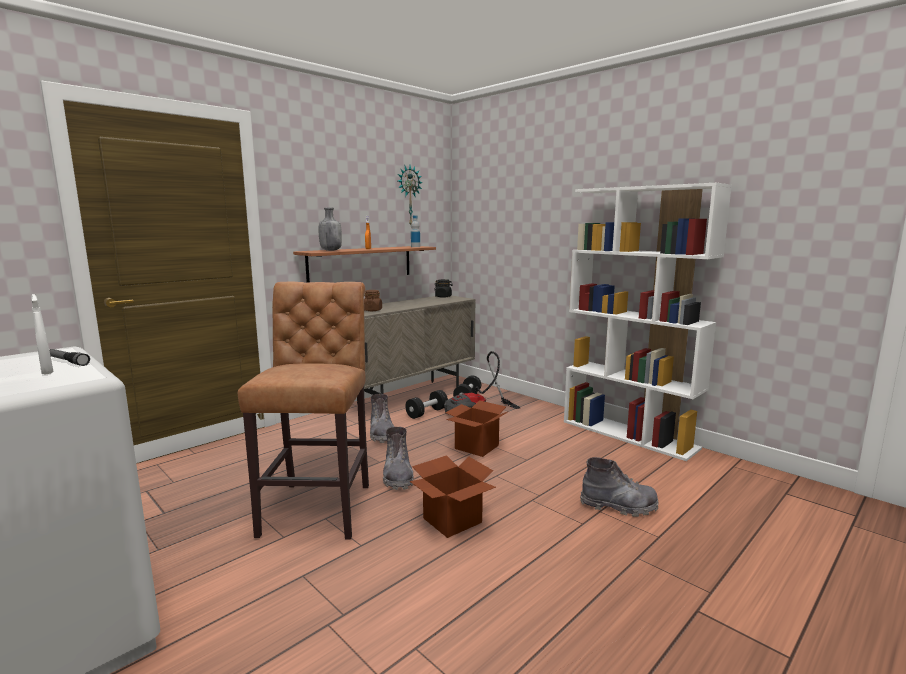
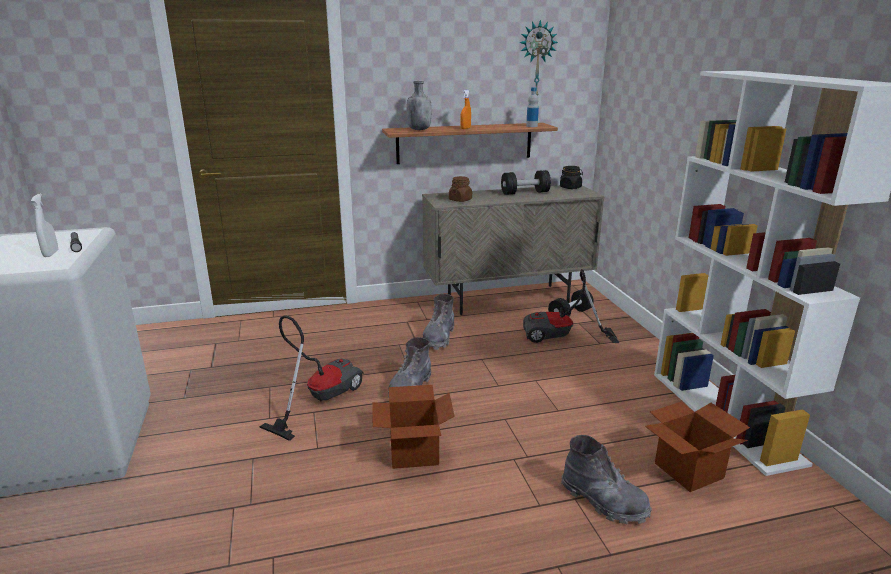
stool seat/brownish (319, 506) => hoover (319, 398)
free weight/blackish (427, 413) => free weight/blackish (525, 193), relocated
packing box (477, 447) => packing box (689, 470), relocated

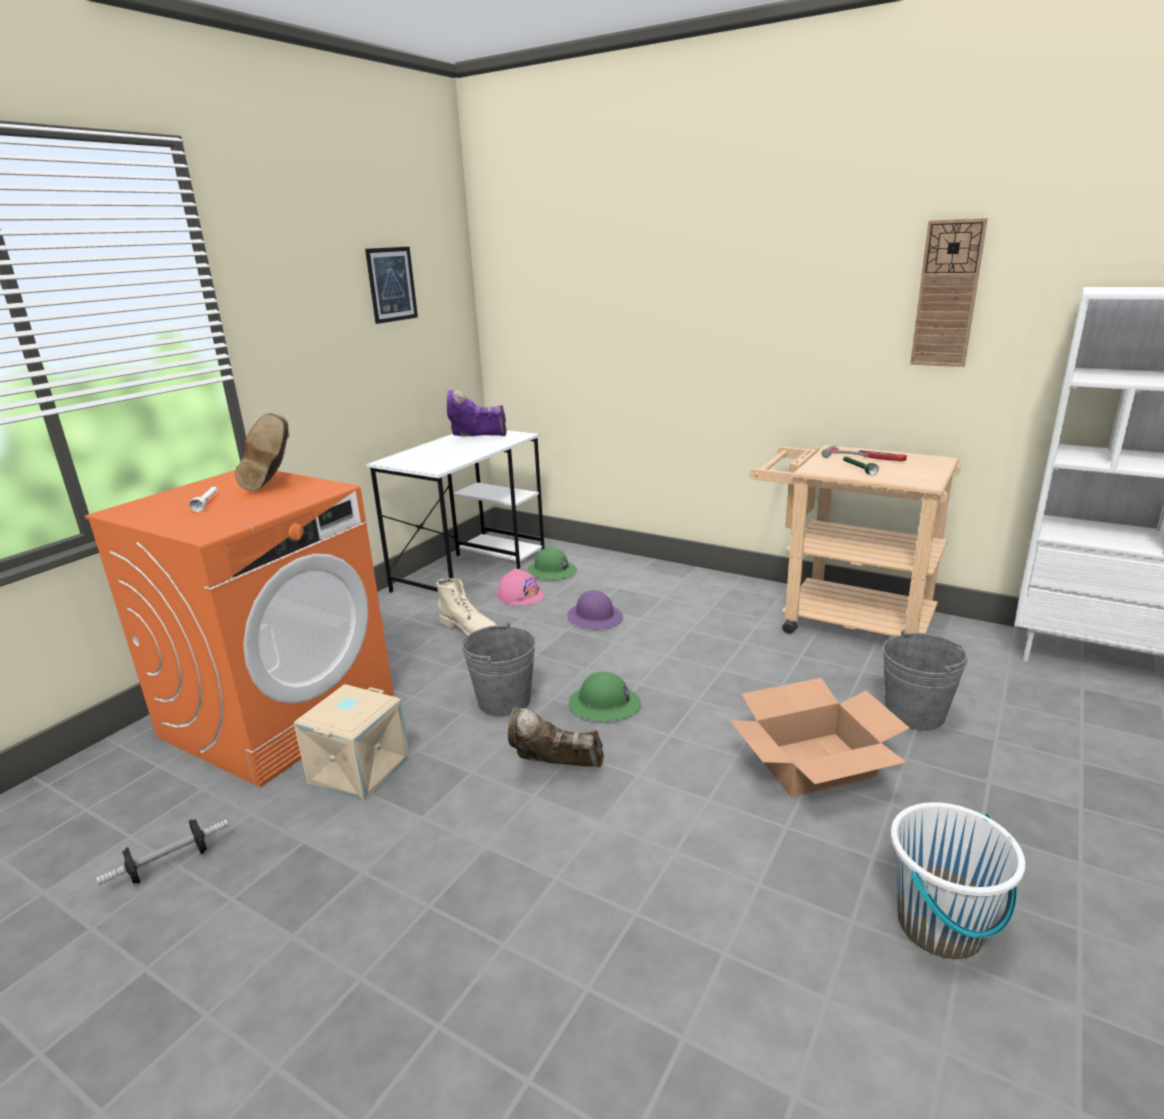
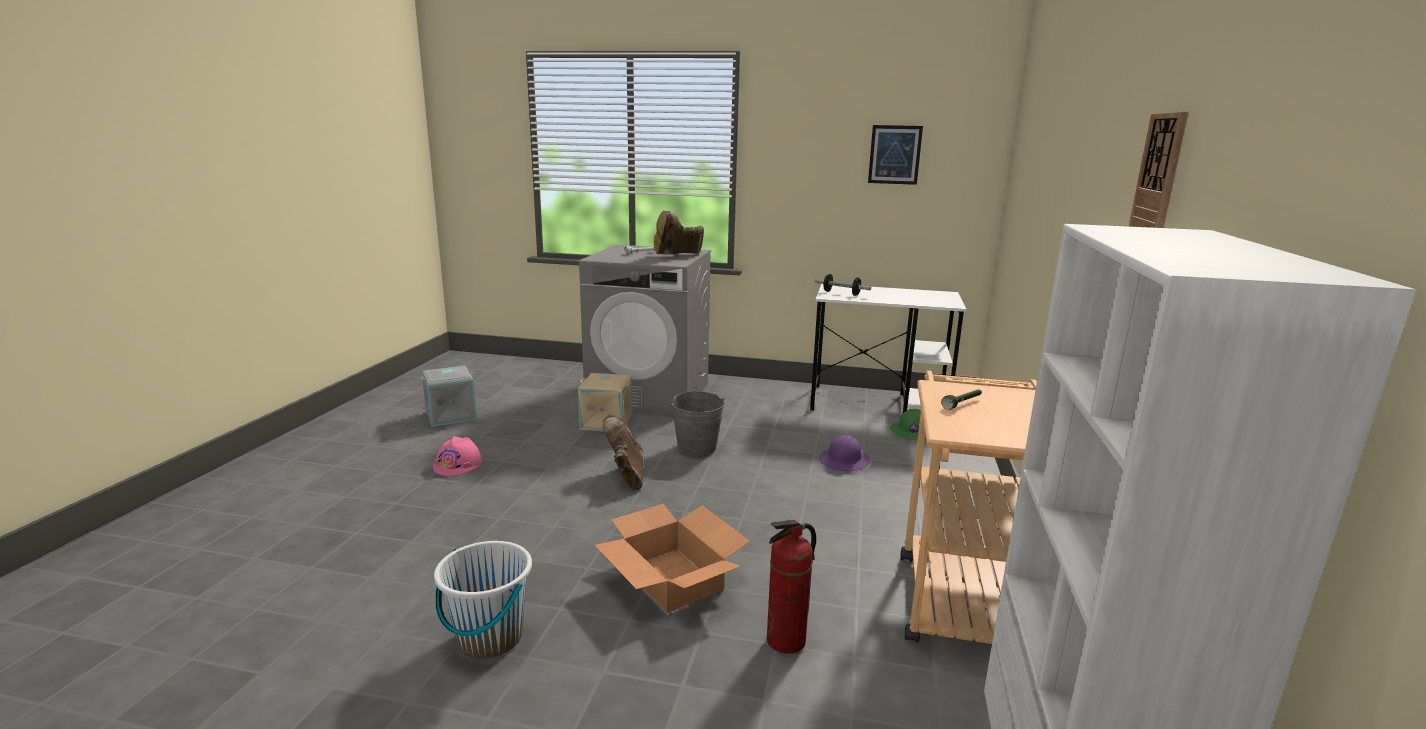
laundry appliance/orangey (280, 714) => laundry appliance/gray (650, 393)
free weight (169, 864) => free weight (841, 293), relocated
high-top boot/beige-coloured (471, 629) => nothing
high-top boot/purple-coloured (476, 439) => nothing
hard hat/pink (520, 595) => hard hat/pink (458, 464), relocated
hard hat/greenish (604, 705) => nothing
hand hammer (864, 457) => nothing
pail/gray (914, 714) => extinguisher (786, 641)
nothing => storage box/gray (451, 415)

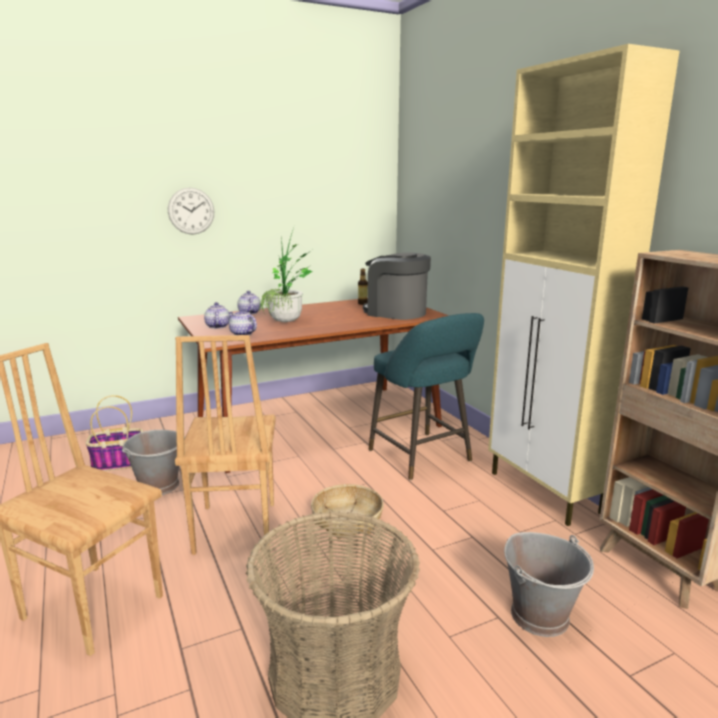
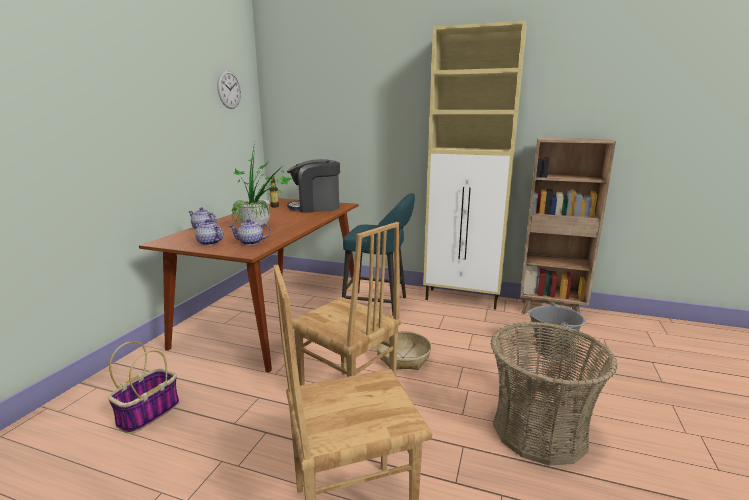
pail/gray (159, 485) => nothing
clock on the wall (191, 211) => clock on the wall (229, 89), relocated

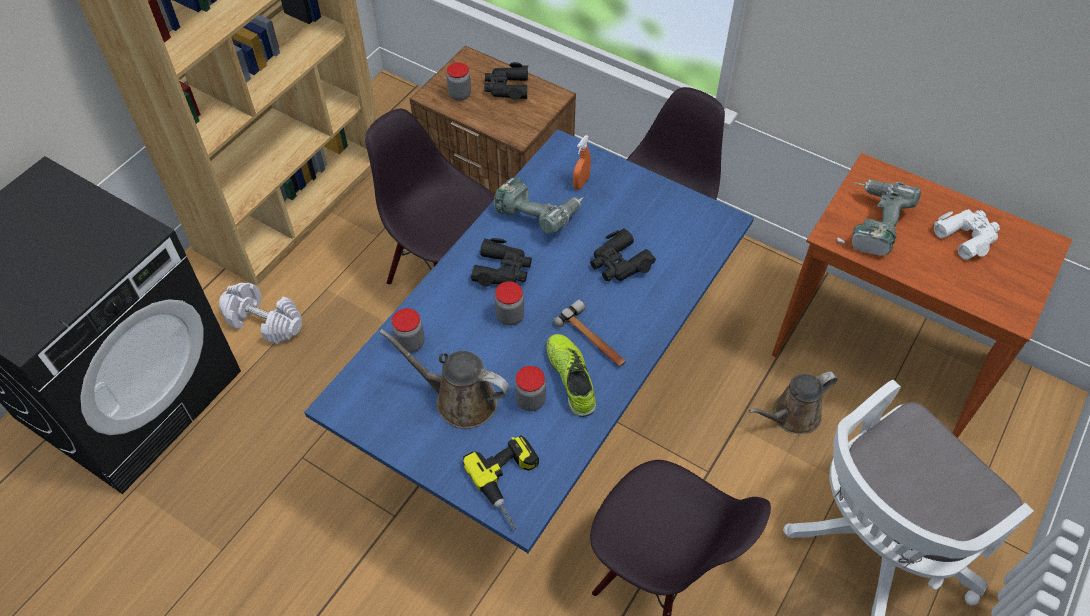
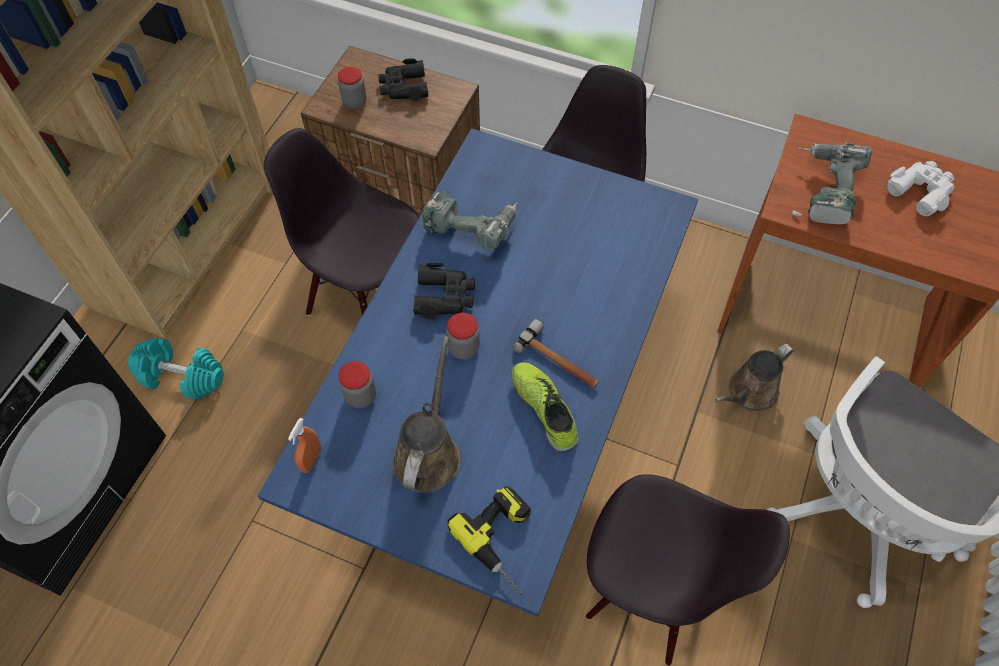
free weight/whitish (265, 321) => free weight/blue-green (182, 376)
sprinkling can/brownish (460, 399) => sprinkling can/brownish (428, 453), 90 degrees clockwise
jar (530, 400) => nothing
hand sprayer/orangey (581, 183) => hand sprayer/orangey (311, 460), relocated
pair of binoculars/blackish (619, 263) => nothing

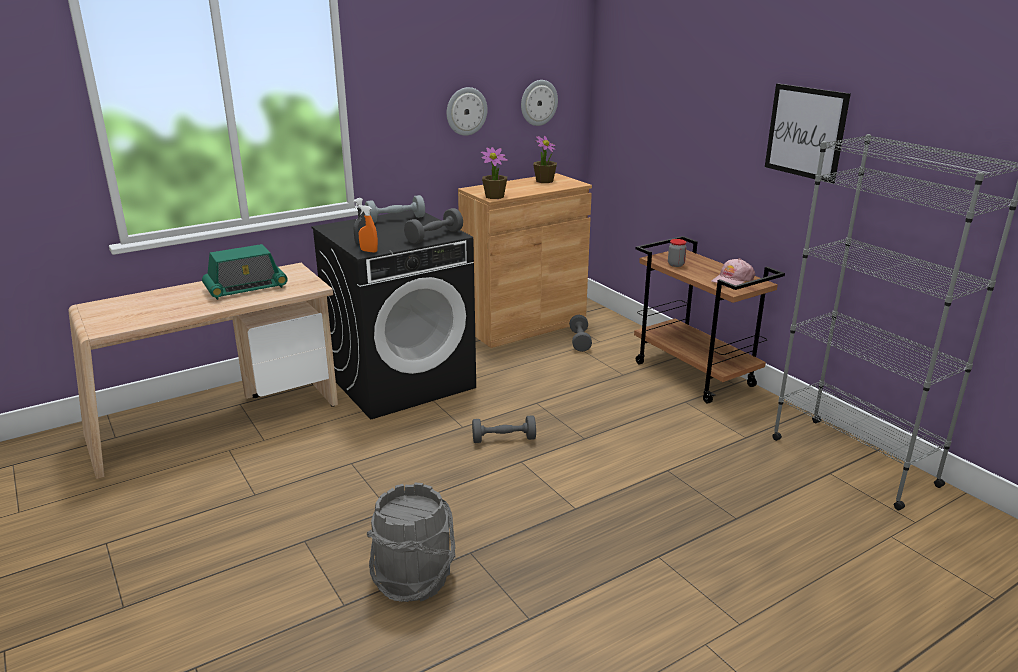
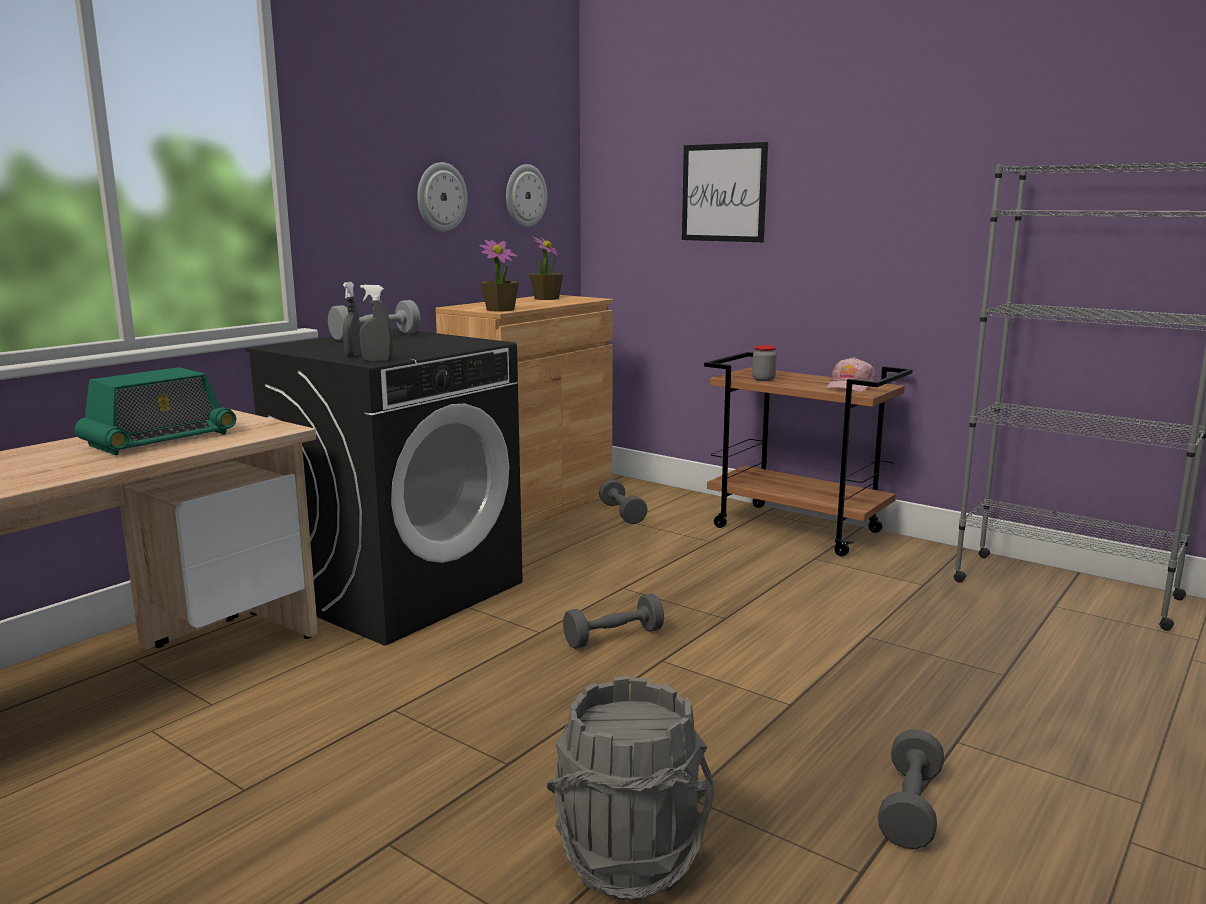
hand sprayer/orangey (369, 251) => hand sprayer/gray (377, 360)
free weight/gray (434, 237) => free weight/gray (910, 808), relocated
wall art (805, 132) => wall art (724, 193), relocated

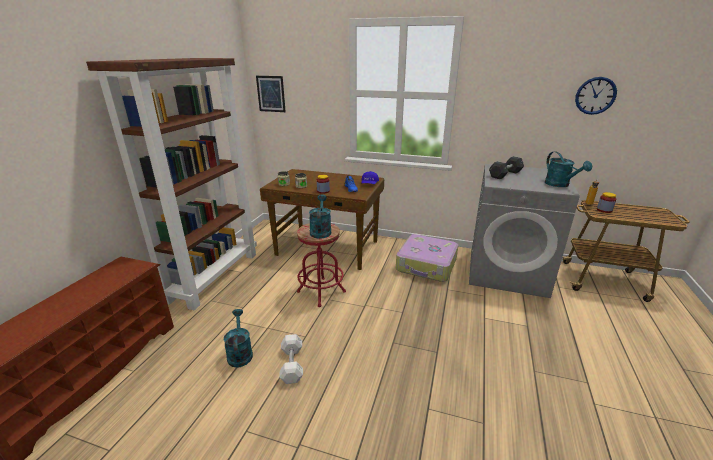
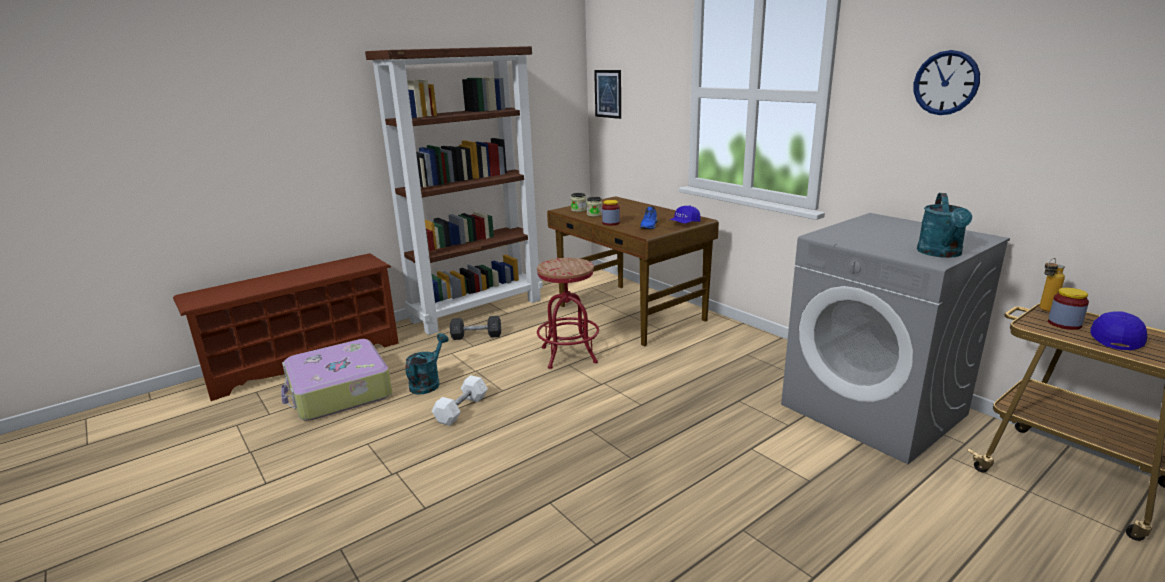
sprinkling can/blue-green (320, 231) => nothing
piece of luggage (426, 265) => piece of luggage (339, 392), relocated
free weight/gray (505, 174) => free weight/gray (476, 336), relocated
clock on the wall (595, 95) => clock on the wall (946, 83), relocated
nothing => peaked cap/blue-coloured (1114, 338)

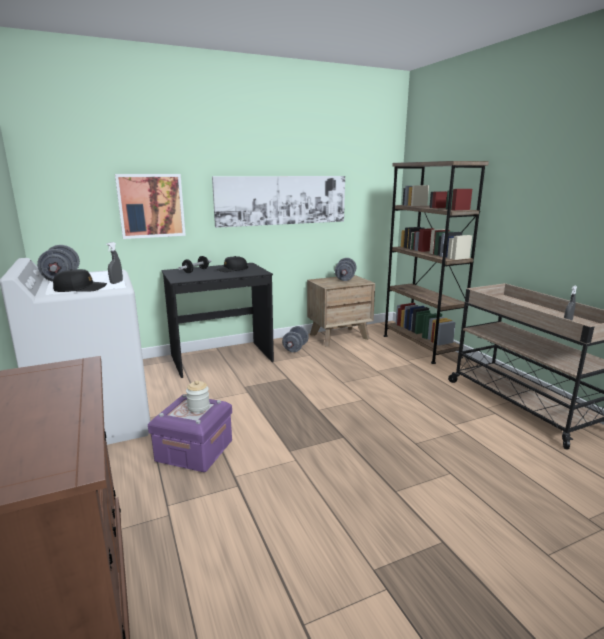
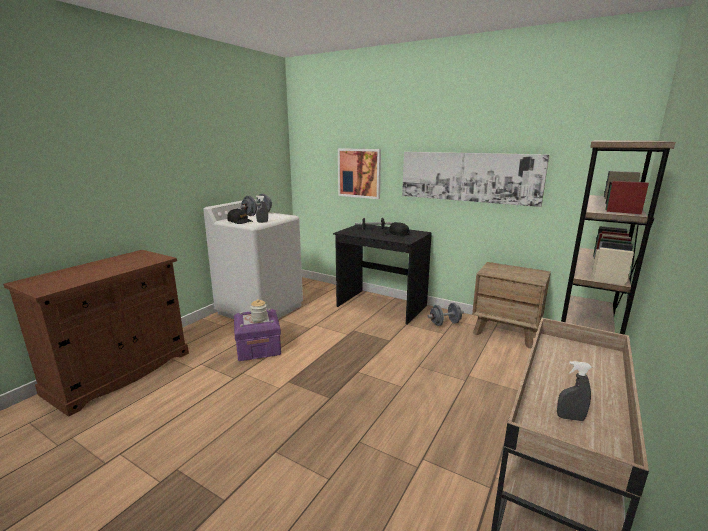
free weight/gray (345, 278) => nothing

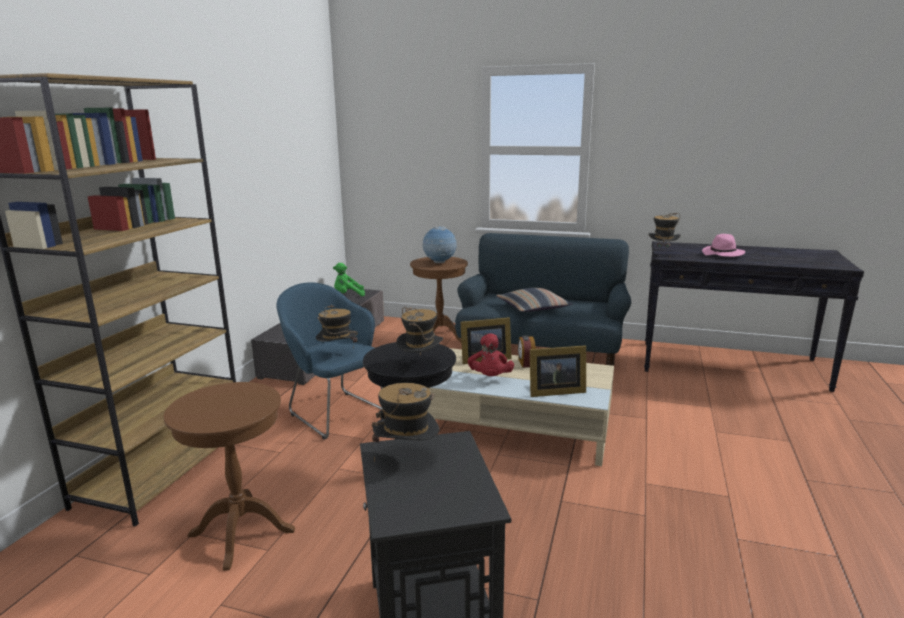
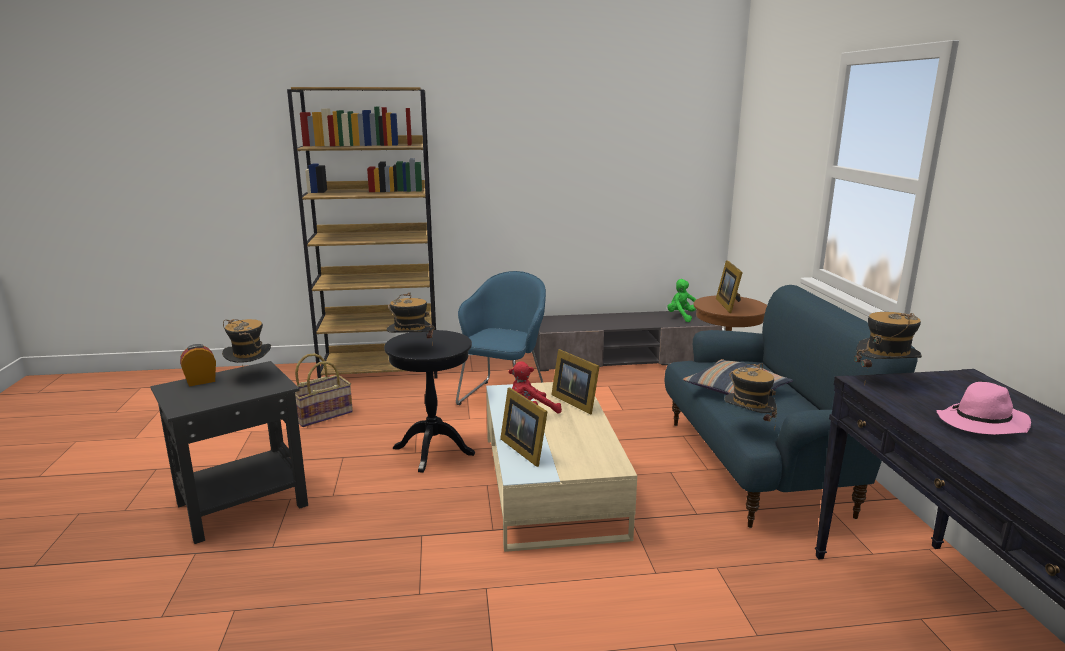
accent table/brownish (242, 533) => basket (322, 414)
wearable hat (337, 354) => wearable hat (747, 426), relocated
globe (439, 263) => photo frame (729, 305)
bedside clock (526, 363) => bedside clock (201, 381), relocated

